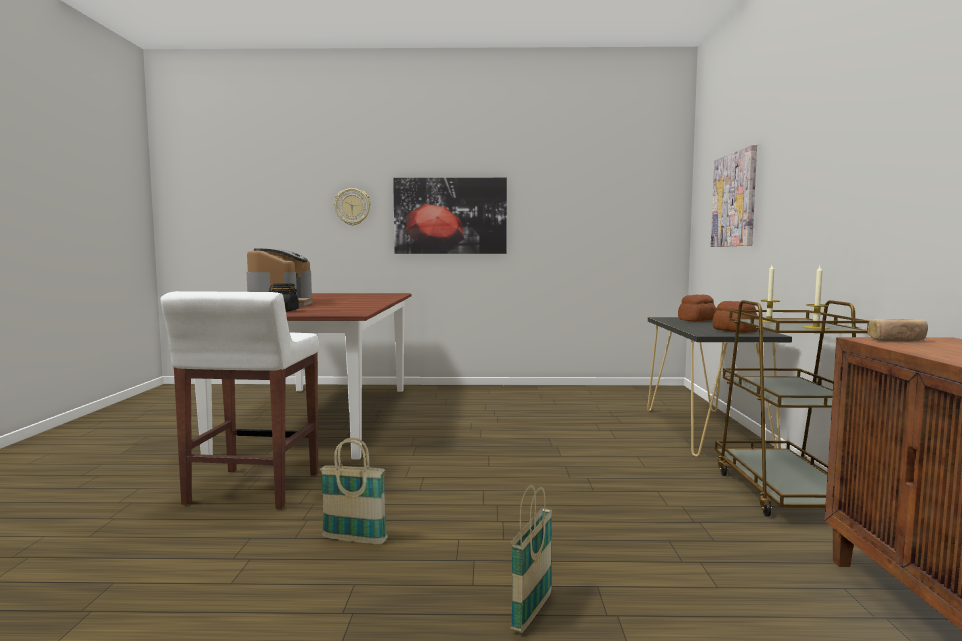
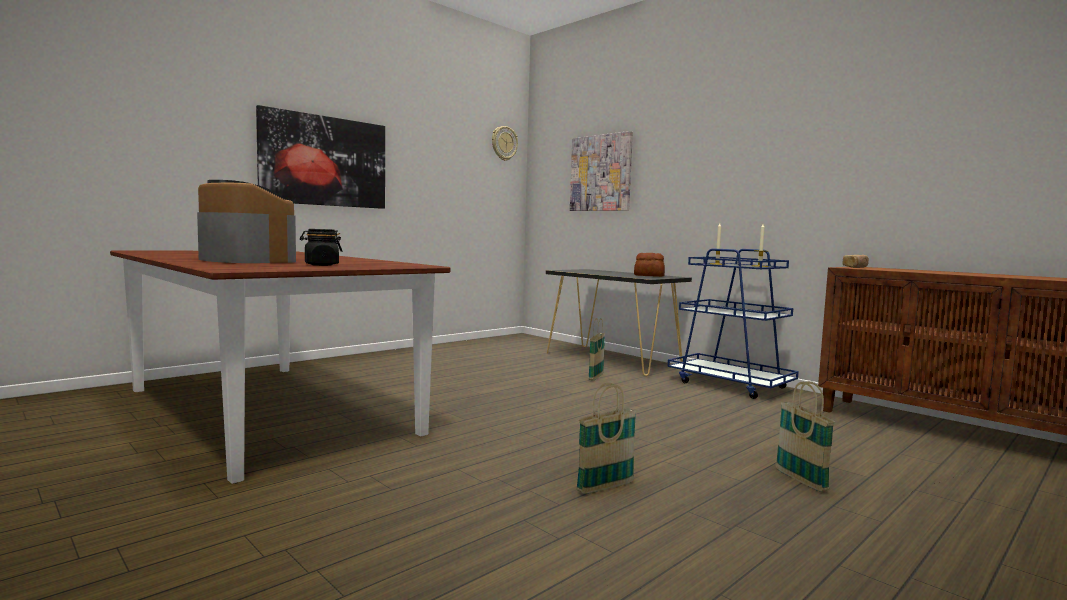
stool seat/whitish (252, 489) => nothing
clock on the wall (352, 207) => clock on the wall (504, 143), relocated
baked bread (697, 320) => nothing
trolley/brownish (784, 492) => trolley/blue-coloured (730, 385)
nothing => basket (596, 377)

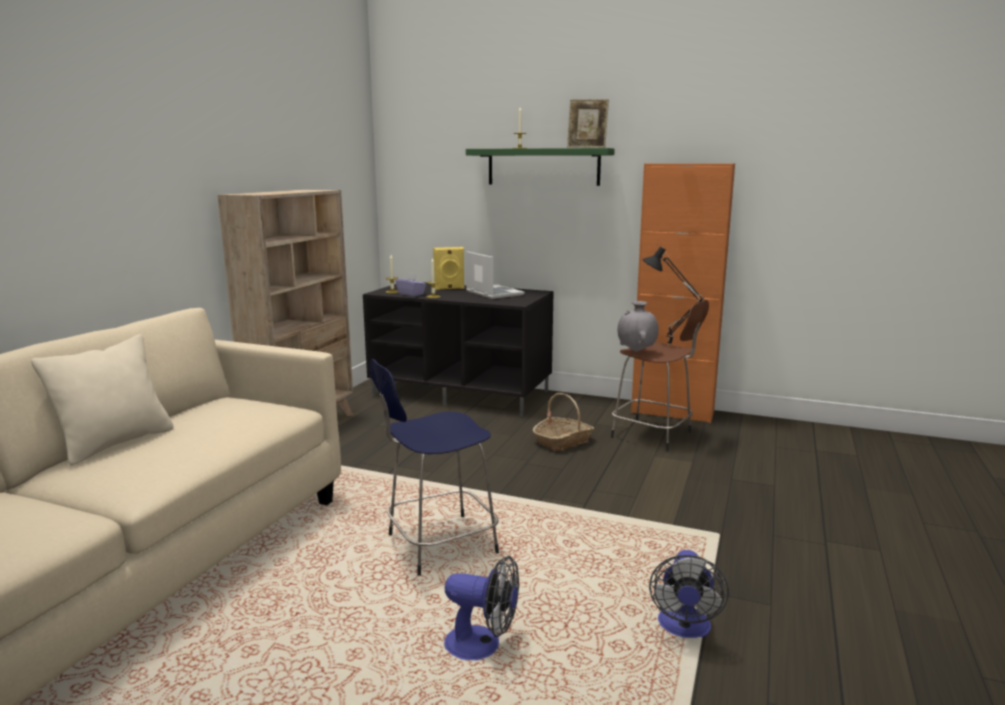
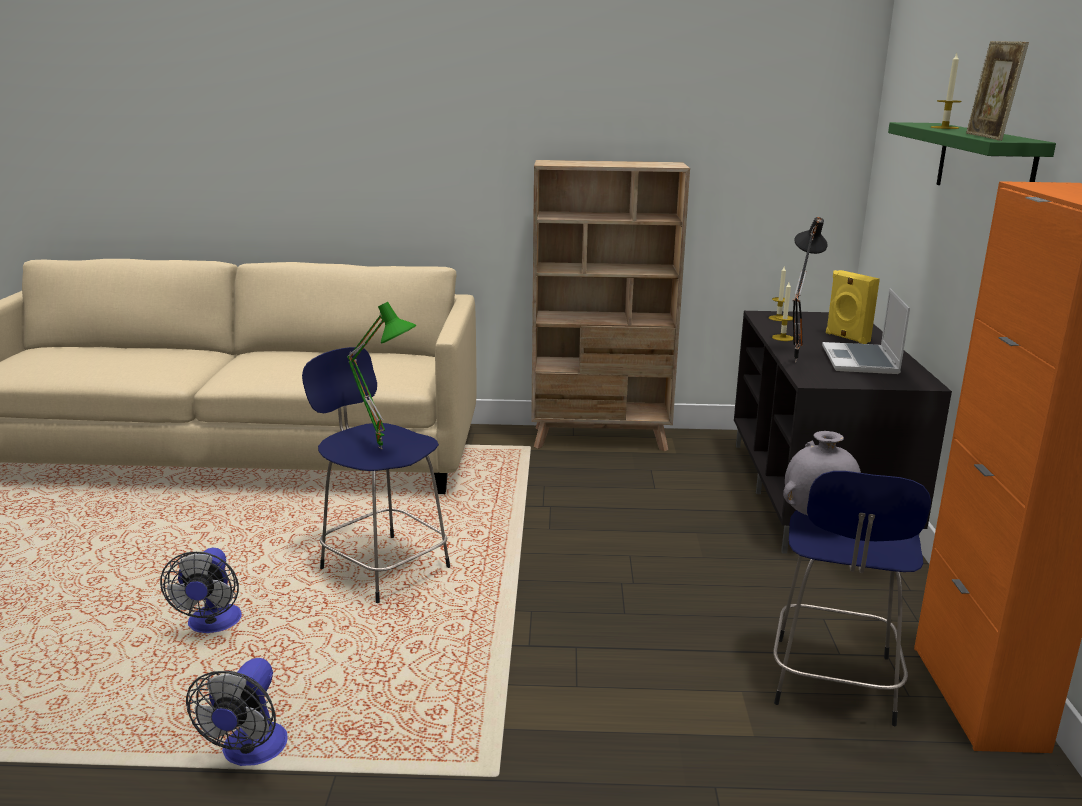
cushion/beige-coloured (116, 443) => nothing
tissue holder/purple-coloured (411, 294) => nothing
notebook computer (493, 293) => notebook computer (861, 361), 150 degrees clockwise
basket (563, 441) => nothing
stool seat/brownish (654, 435) => stool seat/blue-coloured (833, 683)
tabletop lamp/blackish (668, 346) => tabletop lamp/blackish (792, 361), relocated
fan (684, 629) => fan (250, 754), 75 degrees counterclockwise
nothing => tabletop lamp/greenish (383, 447)

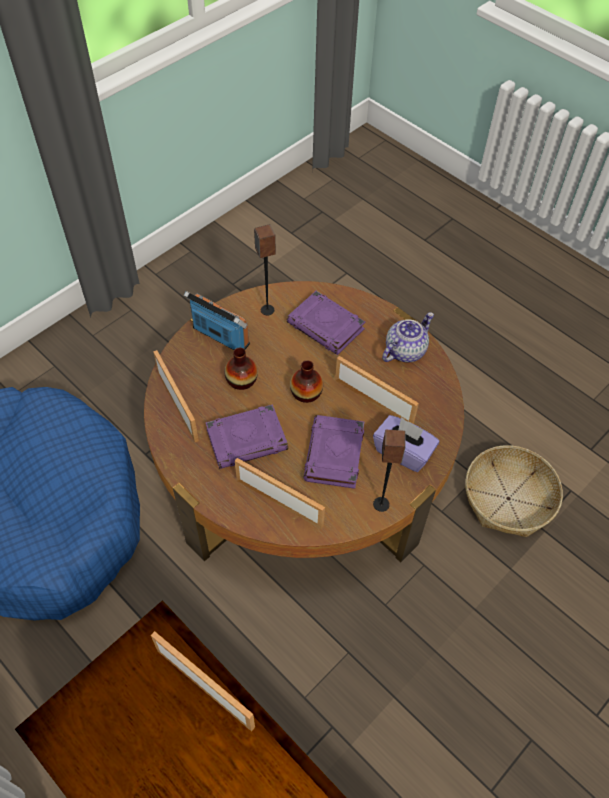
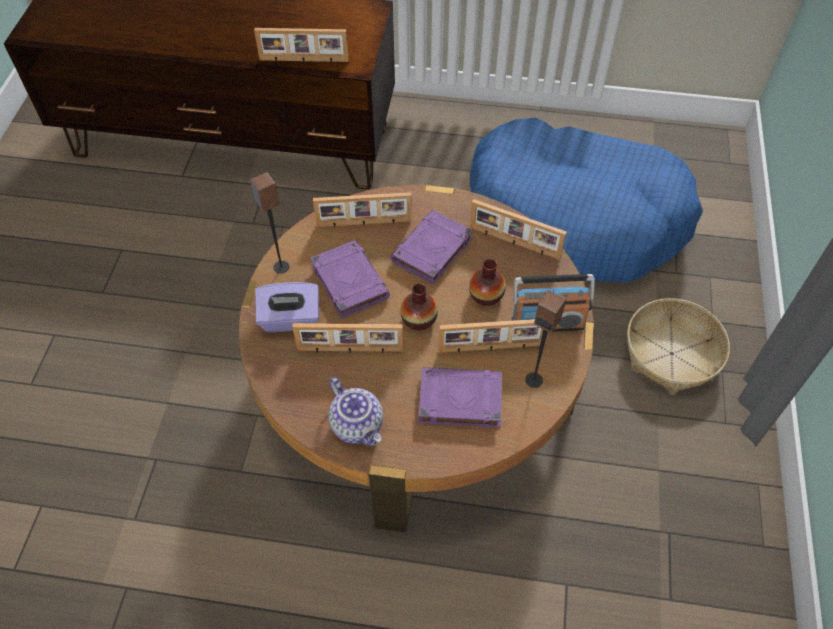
teapot (405, 350) => teapot (358, 425), 45 degrees counterclockwise
basket (508, 499) => basket (671, 353), relocated
nothing => photo frame (491, 348)

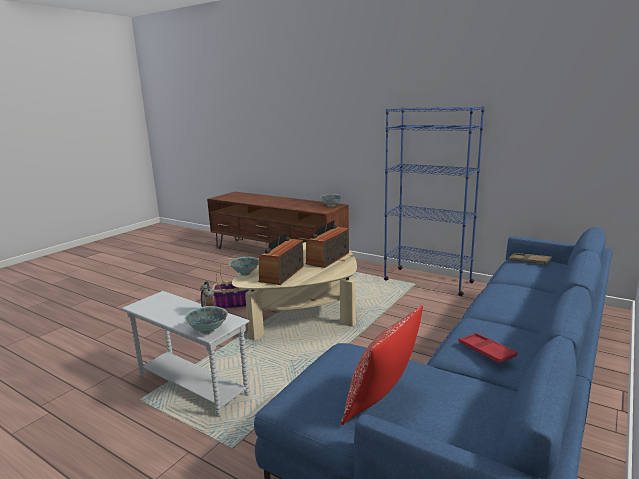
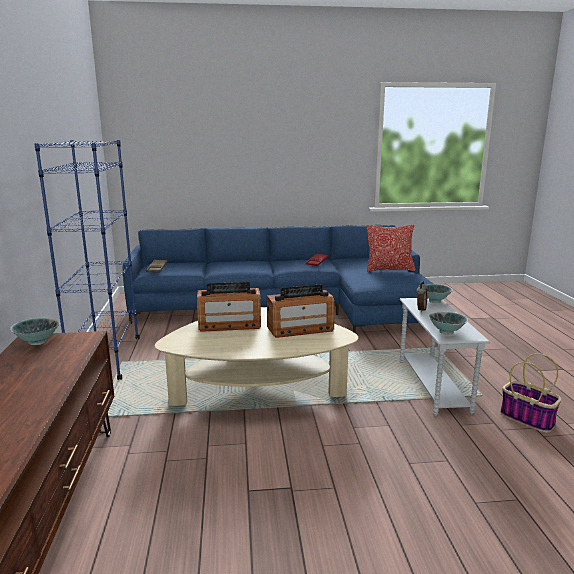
basket (231, 305) => basket (528, 419), relocated
deep dish (245, 273) => deep dish (446, 332), relocated

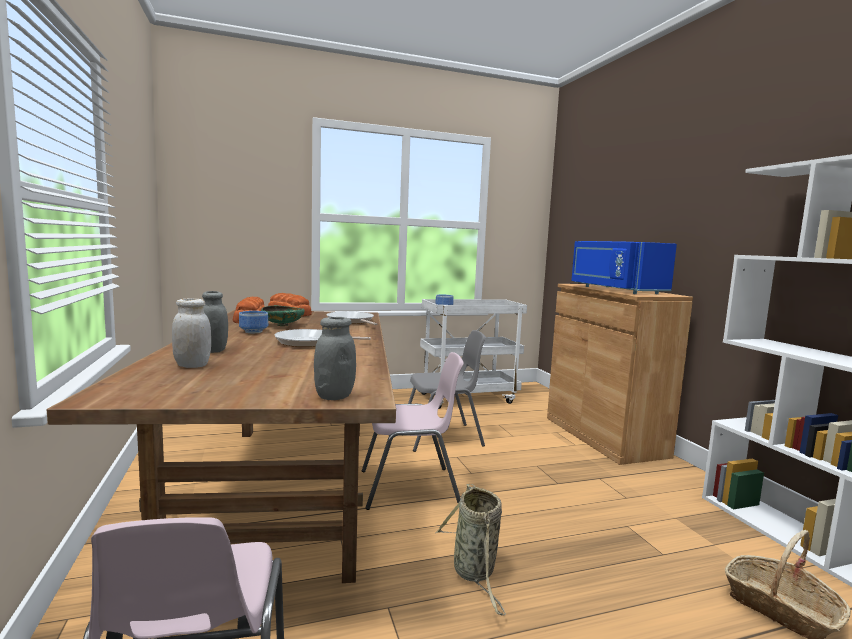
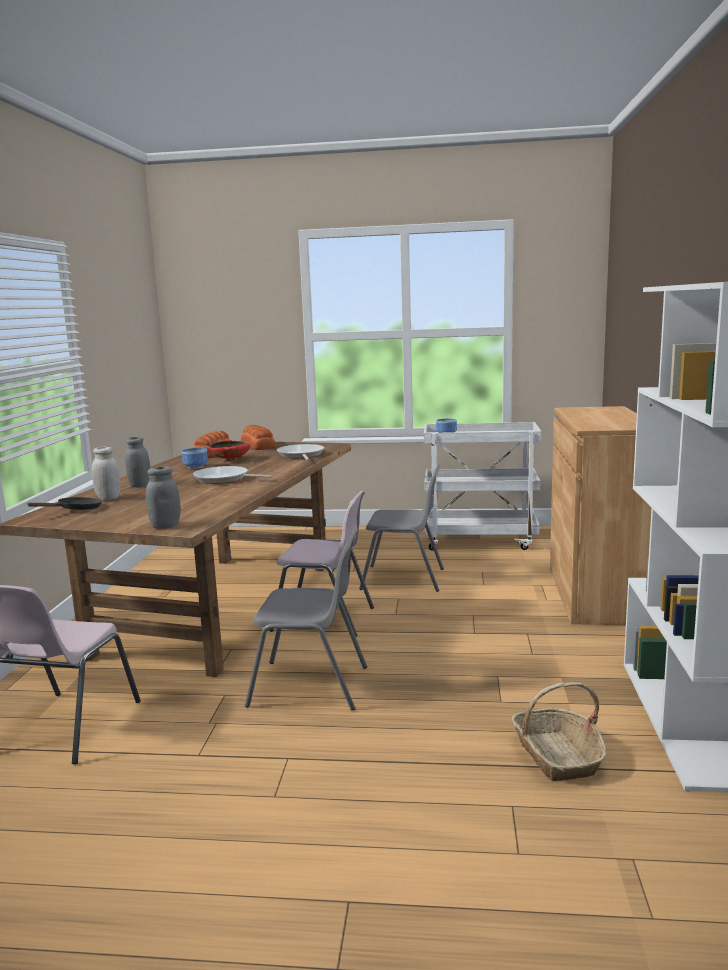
deep dish/greenish (283, 325) => deep dish/red (231, 460)
basket (475, 573) => plain chair/gray (311, 686)
microwave/blue-coloured (614, 290) => nothing
nothing => frying pan/blackish (76, 510)

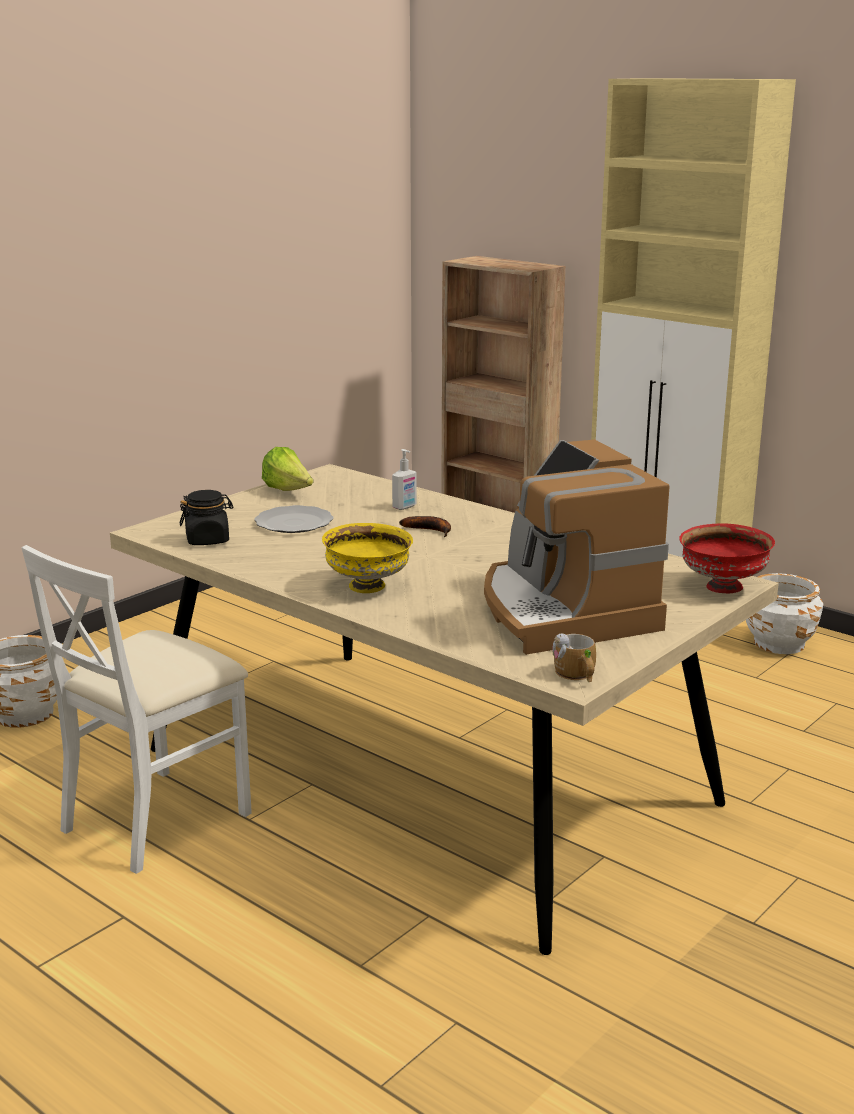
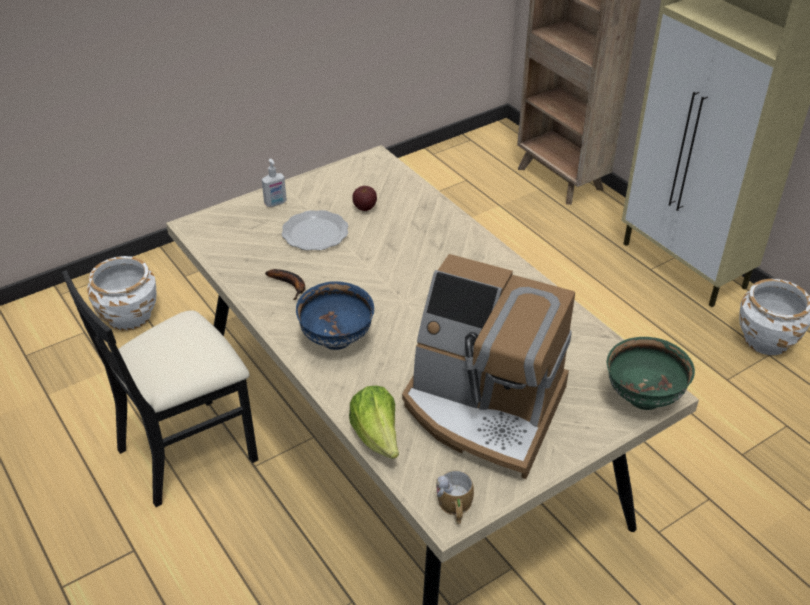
plain chair/whitish (156, 818) => plain chair/blackish (188, 451)
jar/blackish (208, 540) => nothing
head of lettuce (289, 491) => head of lettuce (377, 437), relocated
deep dish/yellow-coloured (368, 587) => deep dish/blue-coloured (337, 340)
liquid soap bottle (405, 507) => liquid soap bottle (275, 203), relocated
whole banana (431, 530) => whole banana (290, 285), relocated
coffee machine (562, 612) => coffee machine (483, 409), 60 degrees counterclockwise
deep dish/red (723, 588) => deep dish/greenish (643, 399)
nothing => whole apple (365, 208)

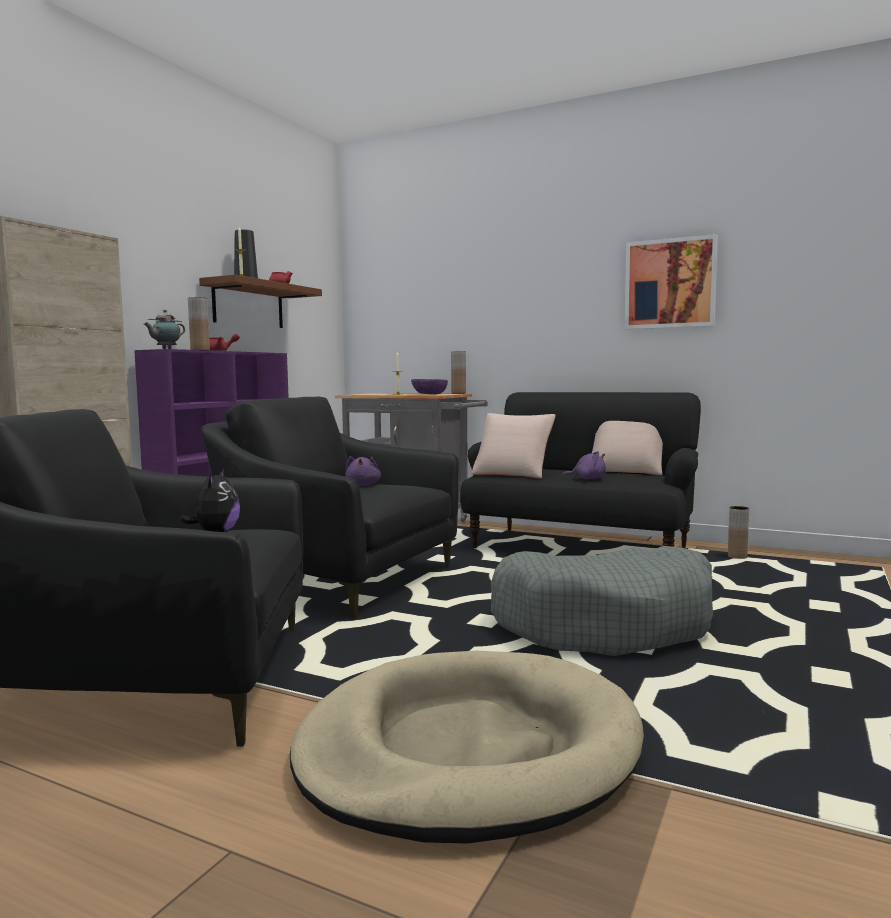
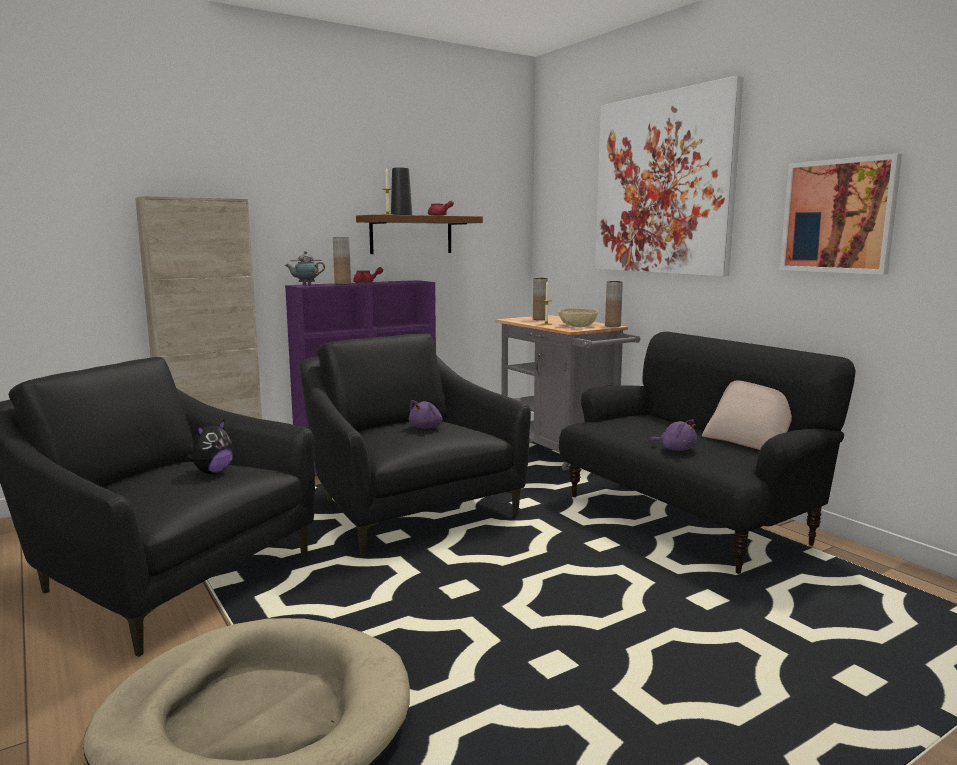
deep dish/purple-coloured (429, 394) => deep dish/beige-coloured (577, 326)
cushion/beige-coloured (513, 473) => nothing
pet bed/gray (605, 624) => nothing
vase/brownish (737, 557) => vase/brownish (539, 319), relocated
nothing => wall art (663, 184)

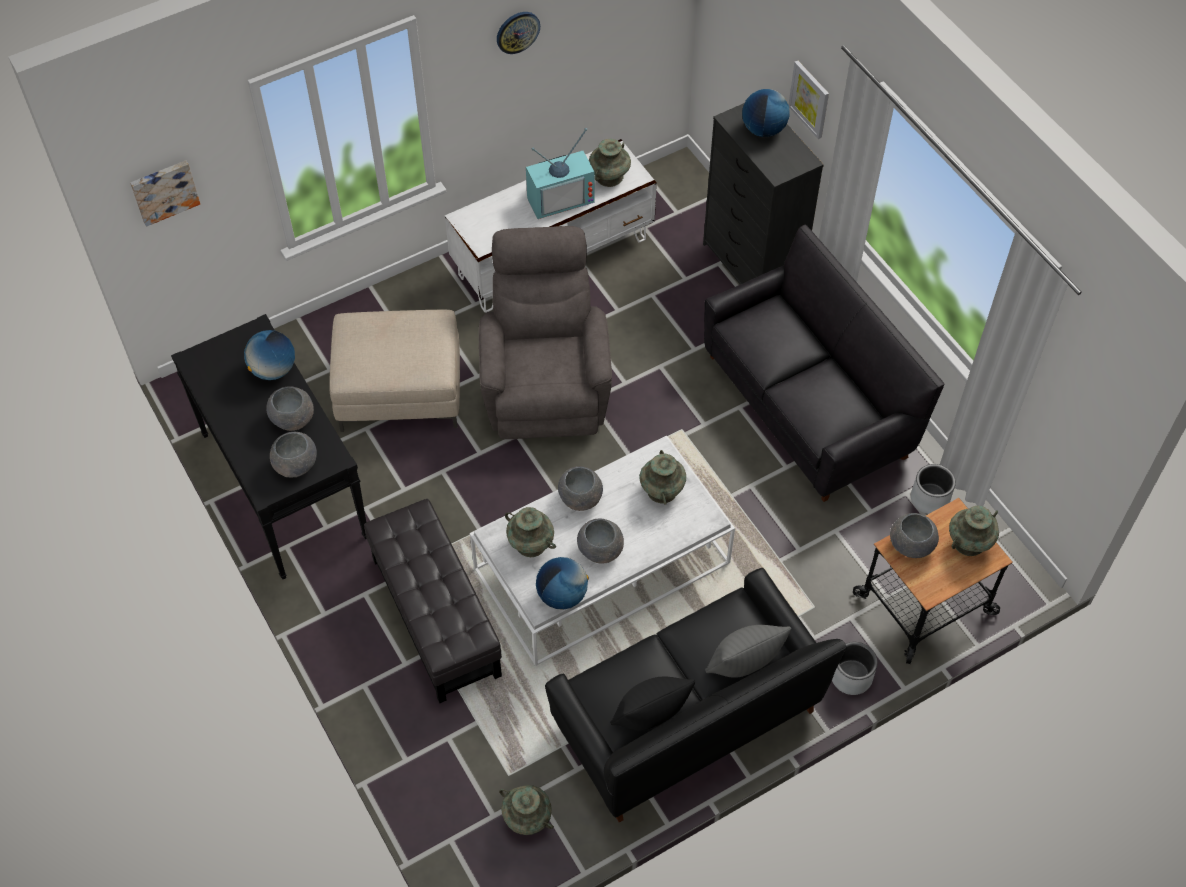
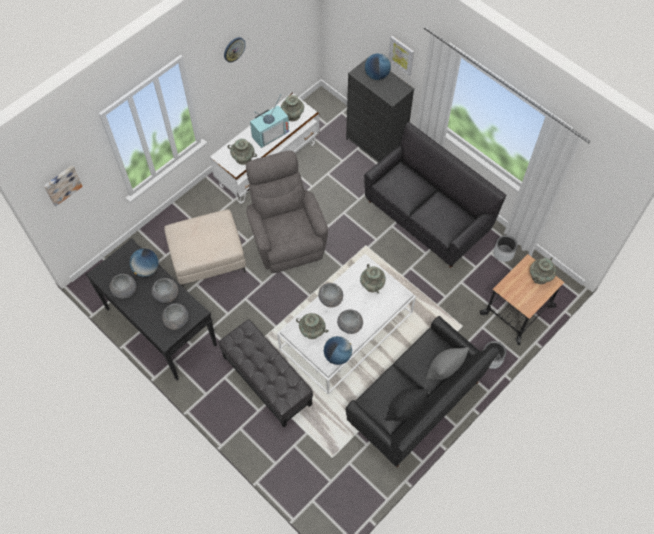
vase/blue-green (527, 818) => vase/blue-green (243, 158), relocated
deep dish/gray (910, 544) => deep dish/gray (124, 290), relocated

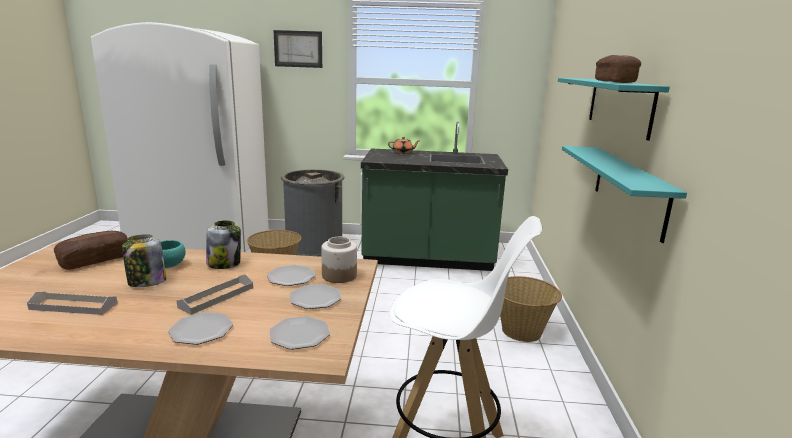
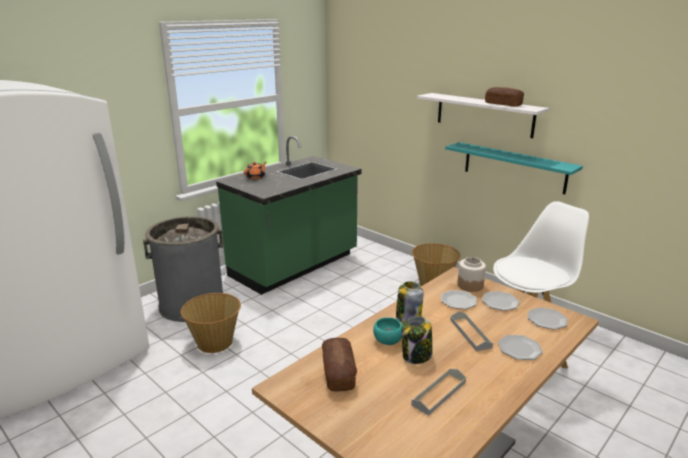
wall art (298, 49) => nothing
bracket shelf/blue-green (619, 105) => bracket shelf/whitish (484, 114)

